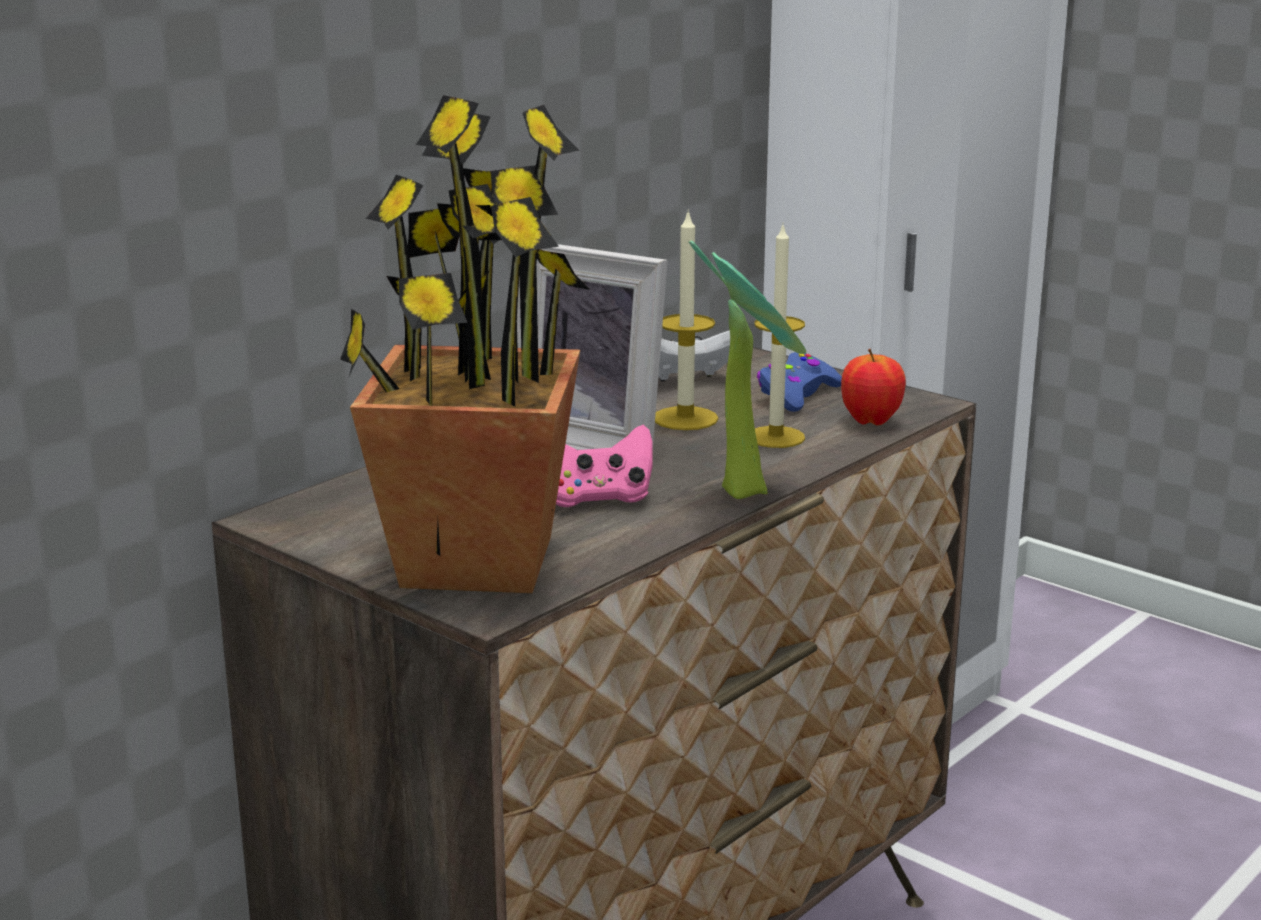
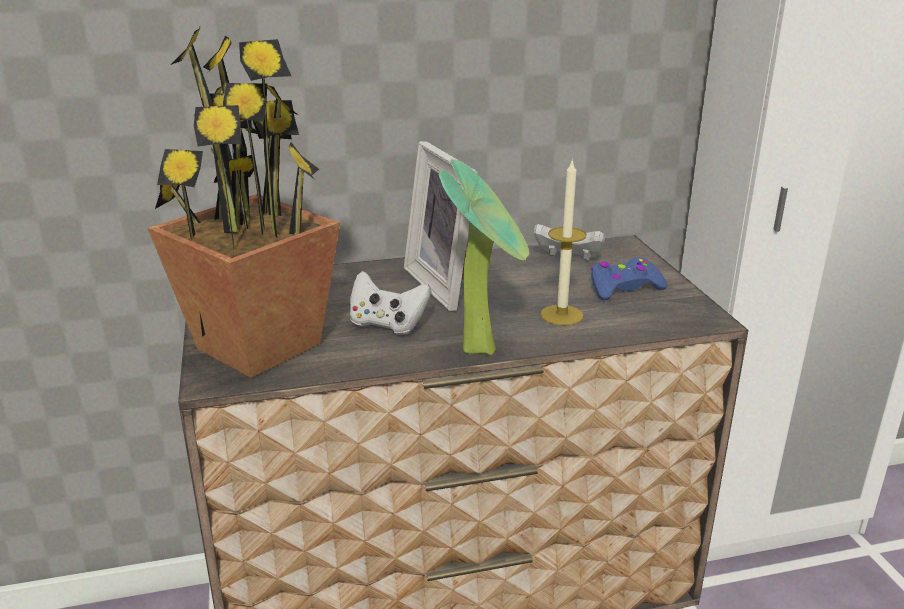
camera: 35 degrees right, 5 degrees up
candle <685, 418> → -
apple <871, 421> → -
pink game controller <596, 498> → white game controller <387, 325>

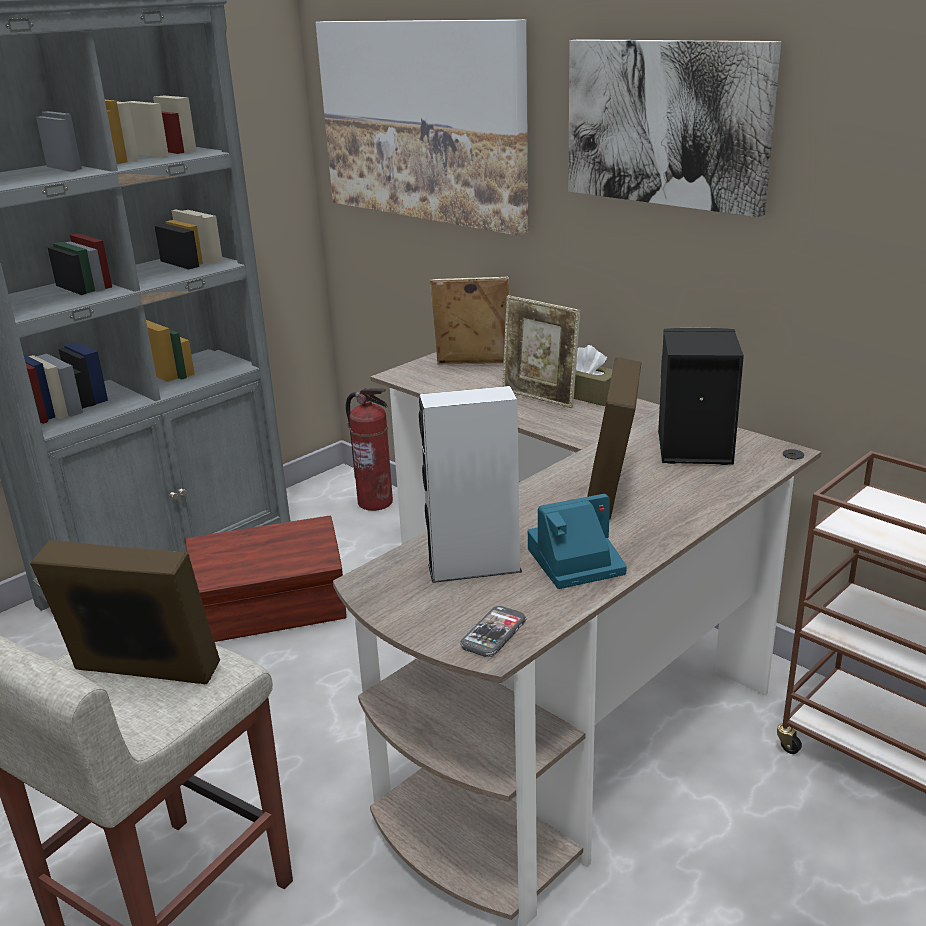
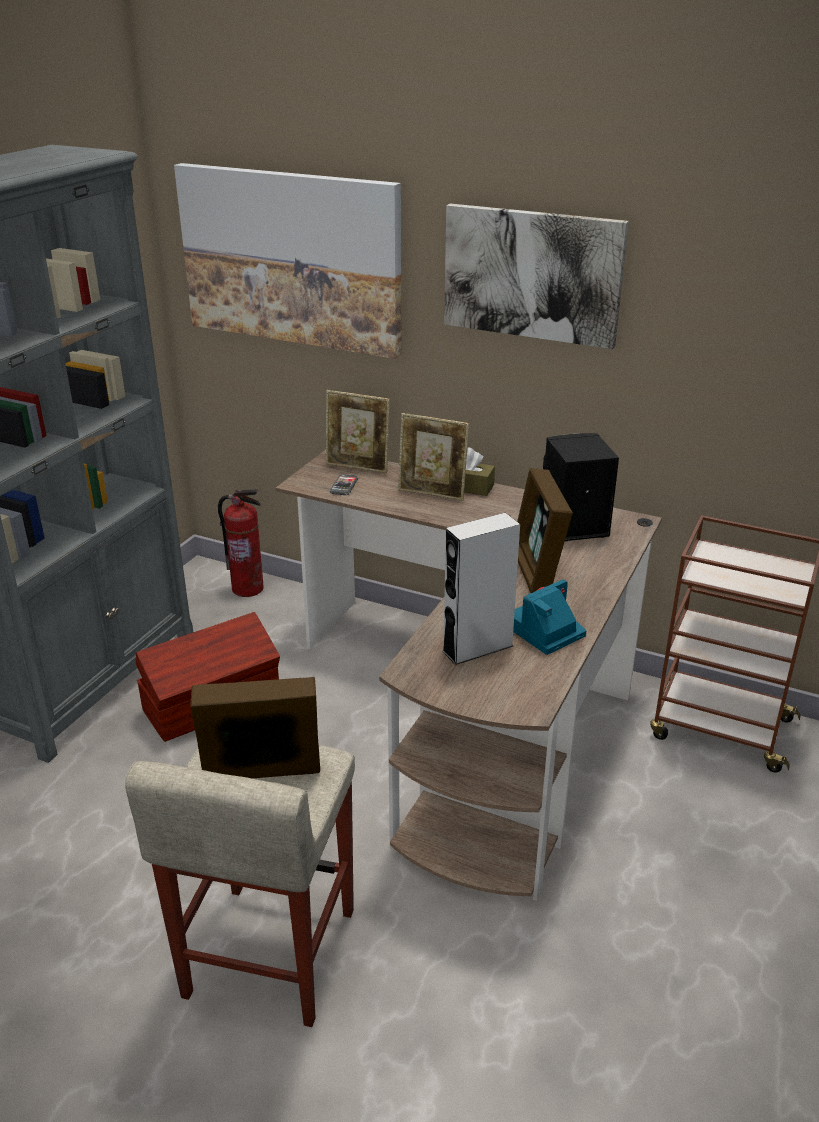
camera: 20 degrees left, 5 degrees up
picture frame <473, 365> → picture frame <358, 467>, 150 degrees counterclockwise
phone <493, 633> → phone <344, 486>, moved

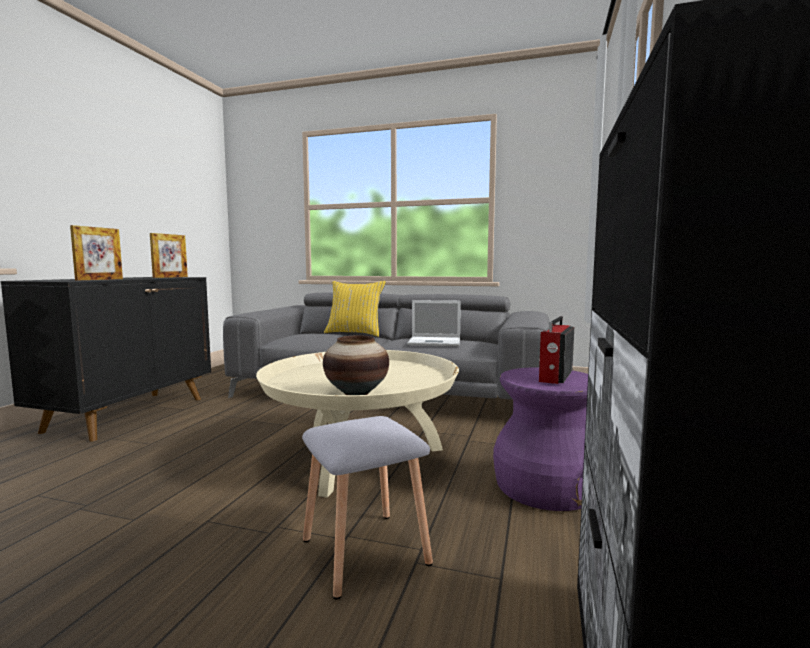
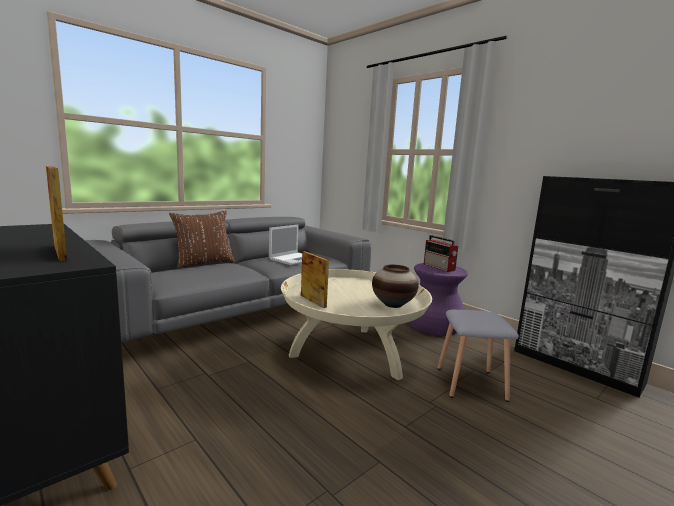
camera: 60 degrees left, 5 degrees up
picture frame <170, 277> → picture frame <313, 301>, moved
yellow pillow <355, 334> → brown pillow <203, 264>

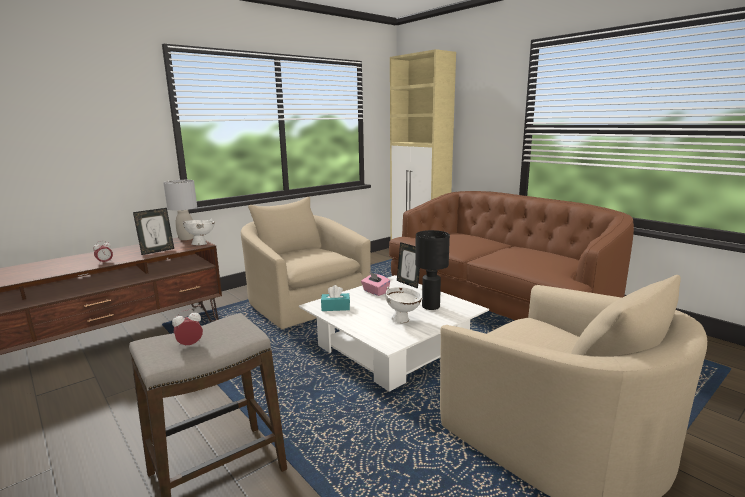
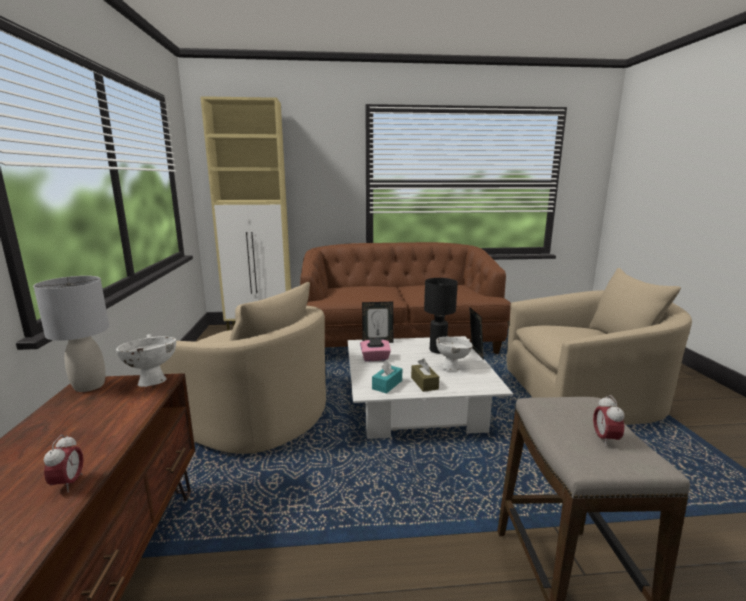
camera: 55 degrees left, 0 degrees up
beige armchair <304, 302> → beige armchair <250, 414>, 150 degrees counterclockwise
picture frame <157, 251> → picture frame <474, 353>, moved
- → brown tissue box <424, 383>

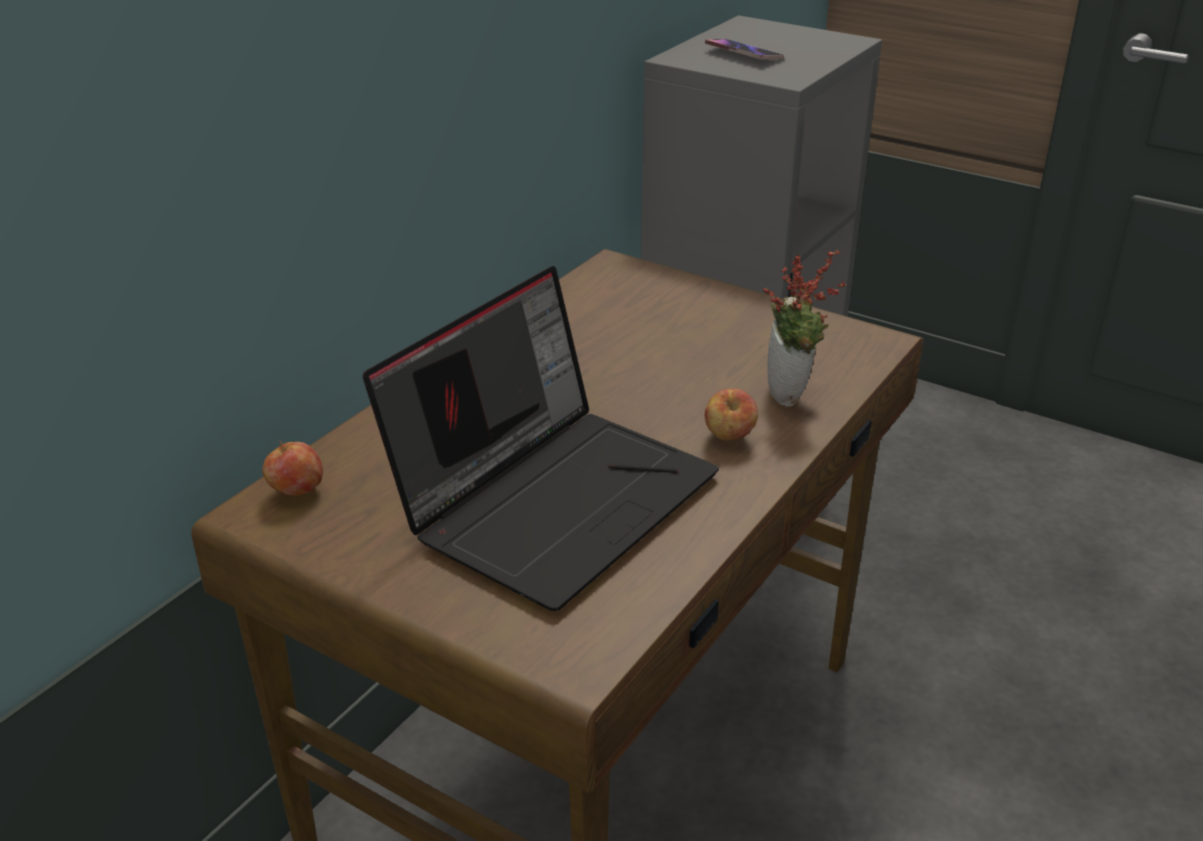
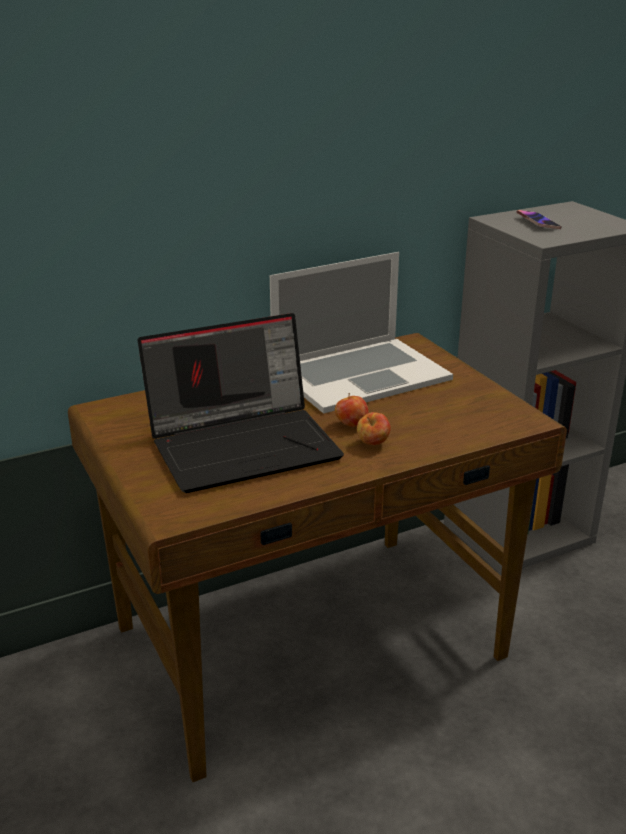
camera: 30 degrees right, 5 degrees down
potted plant <792, 395> → -
apple <296, 491> → apple <351, 425>, moved
- → laptop <360, 374>

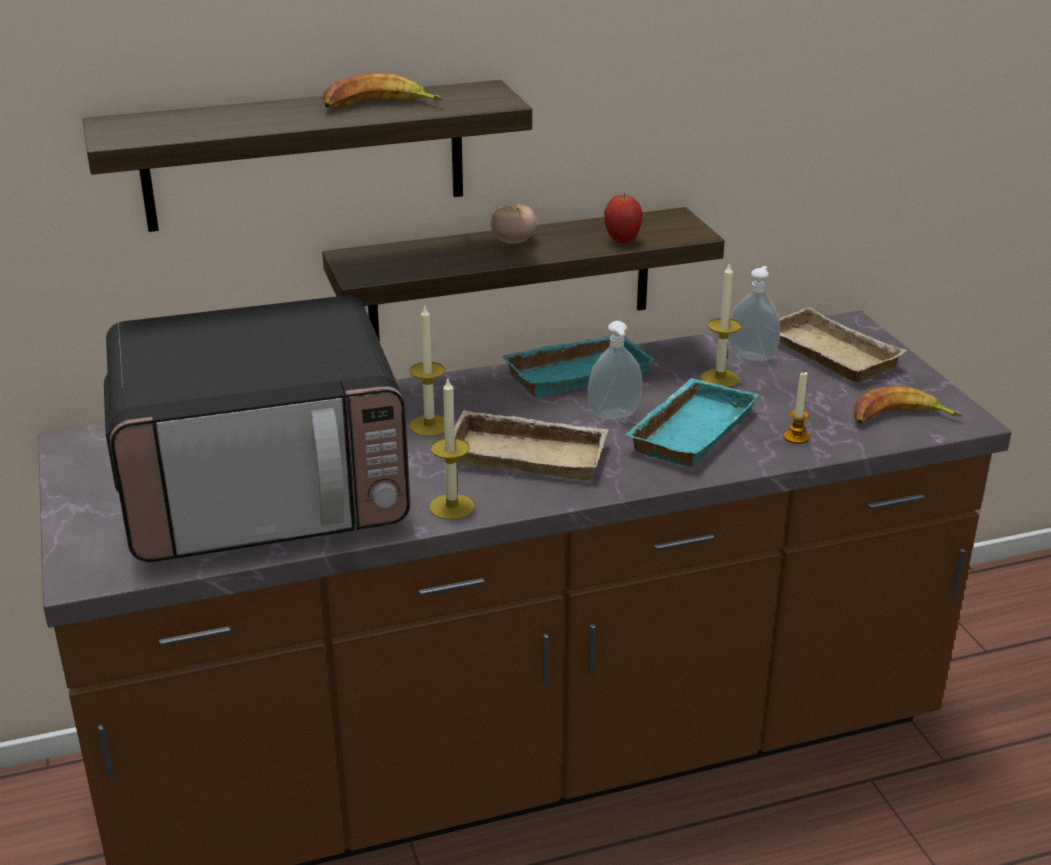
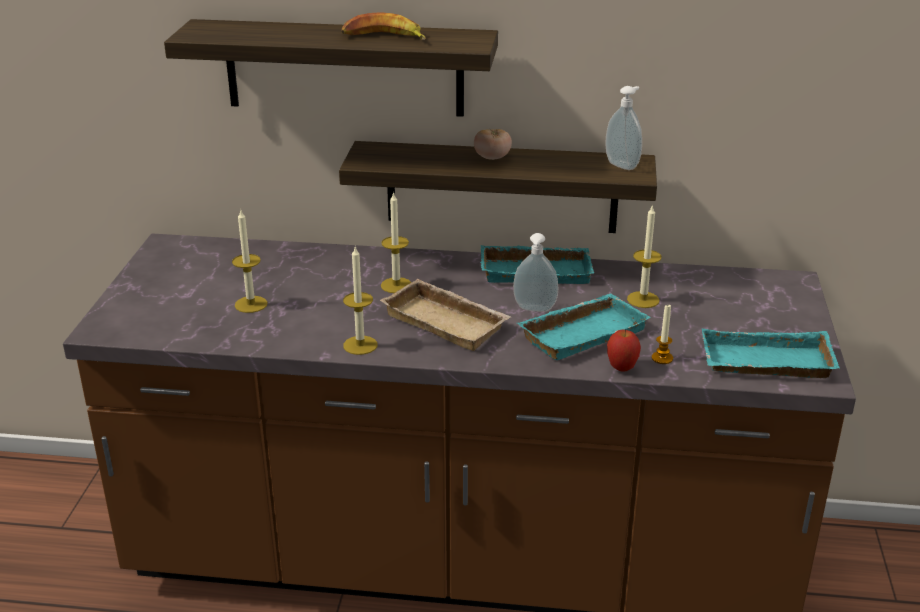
camera: 25 degrees right, 0 degrees up
apple <622, 241> → apple <621, 368>, moved
soap dispenser <752, 356> → soap dispenser <623, 165>, moved
microwave <266, 491> → candle <251, 304>
beige tray <826, 354> → -
banana <900, 418> → turquoise tray <764, 364>

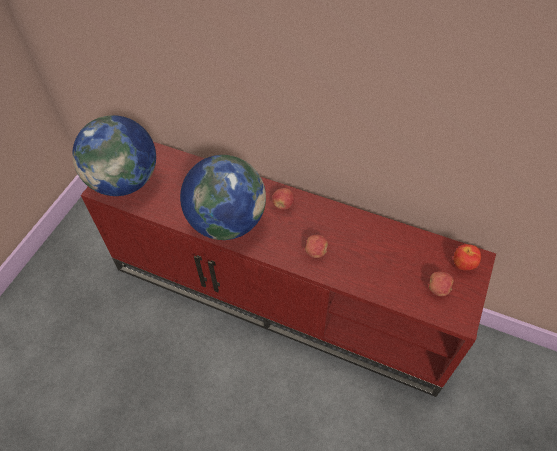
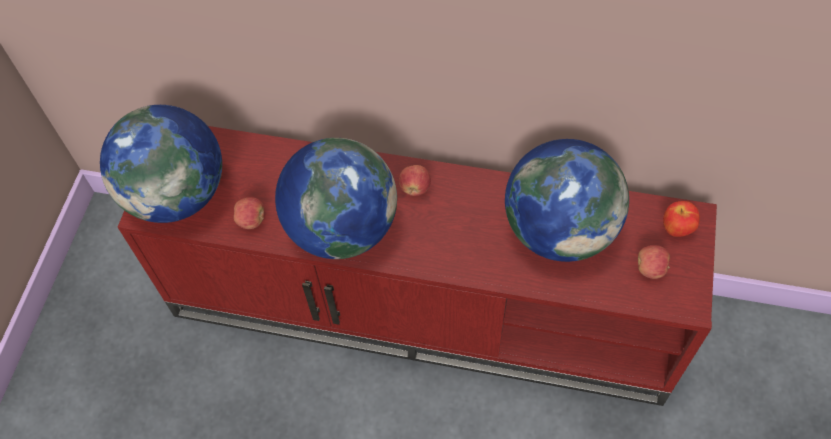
camera: 10 degrees left, 5 degrees up
apple <316, 252> → apple <252, 220>, moved
- → globe <559, 230>

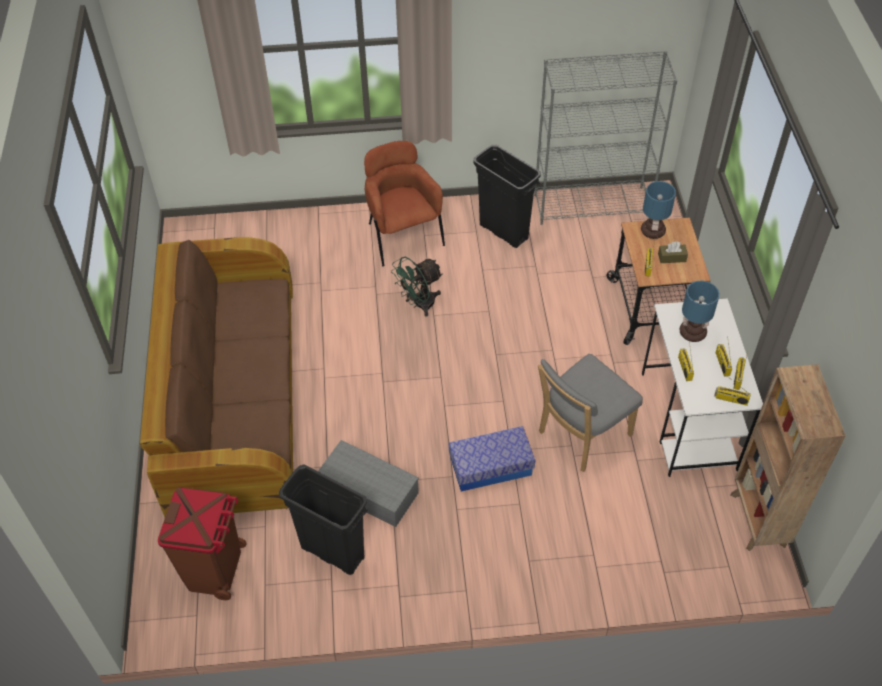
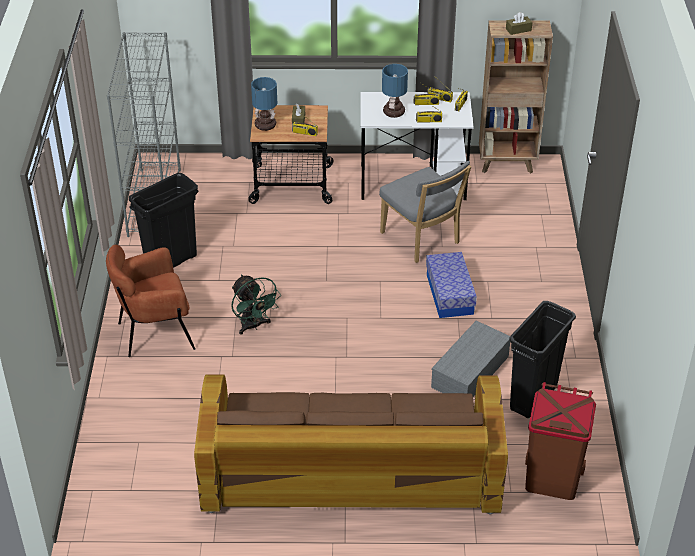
camera: 85 degrees left, 10 degrees down
- → brown tissue box <518, 30>

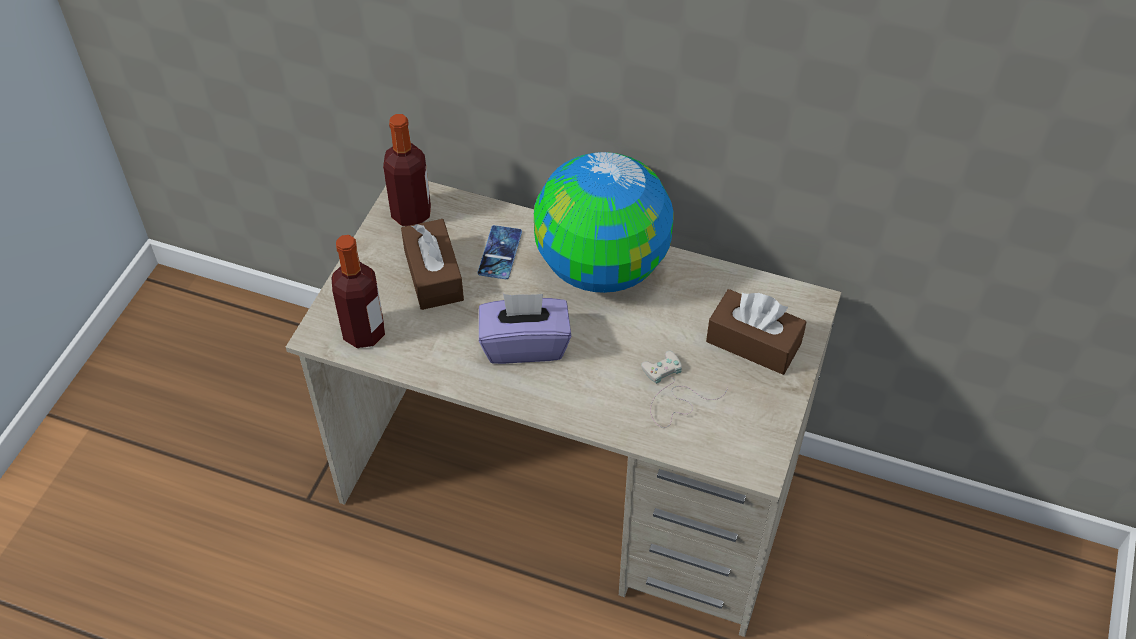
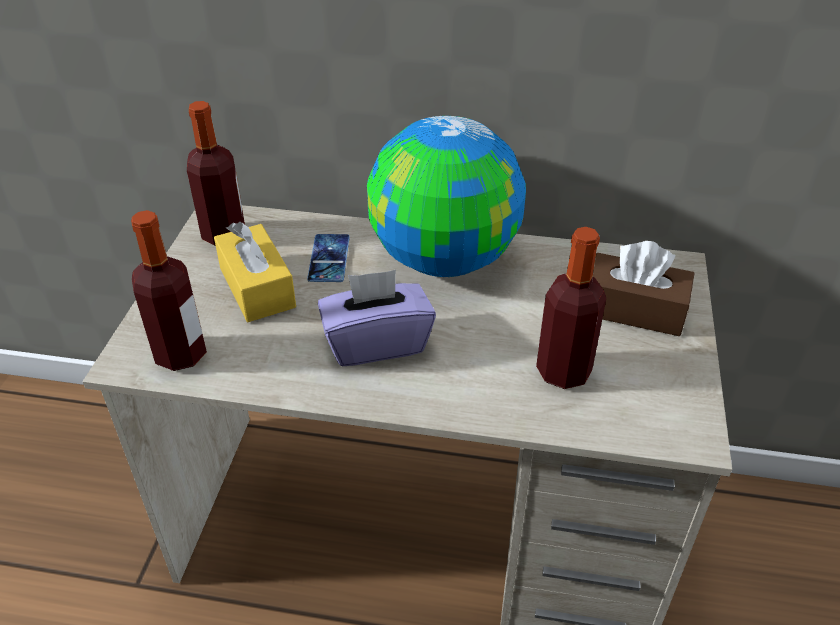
camera: 10 degrees left, 10 degrees down
brown tissue box <433, 275> → yellow tissue box <257, 287>
white game controller <673, 393> → bottle <563, 371>

